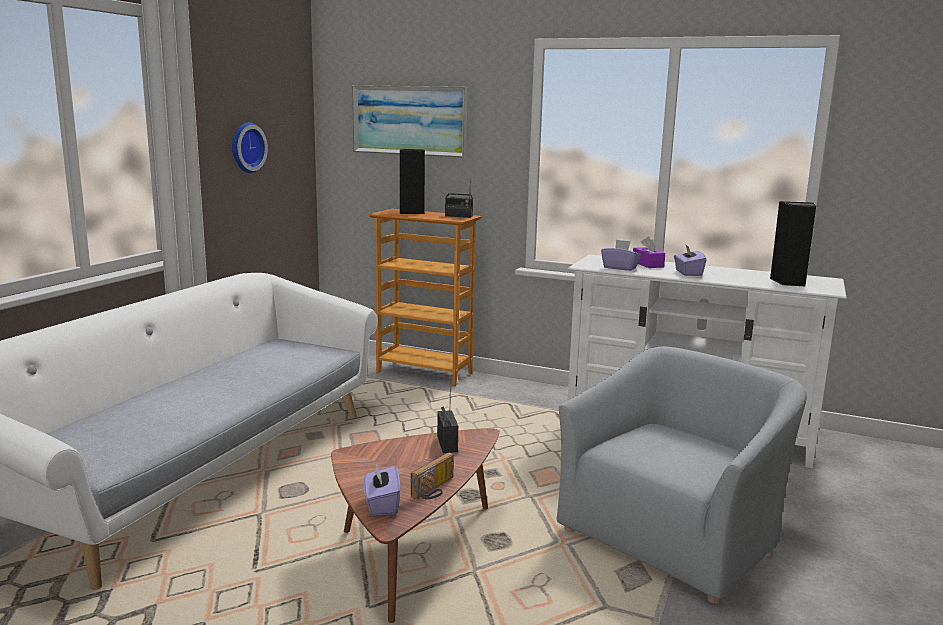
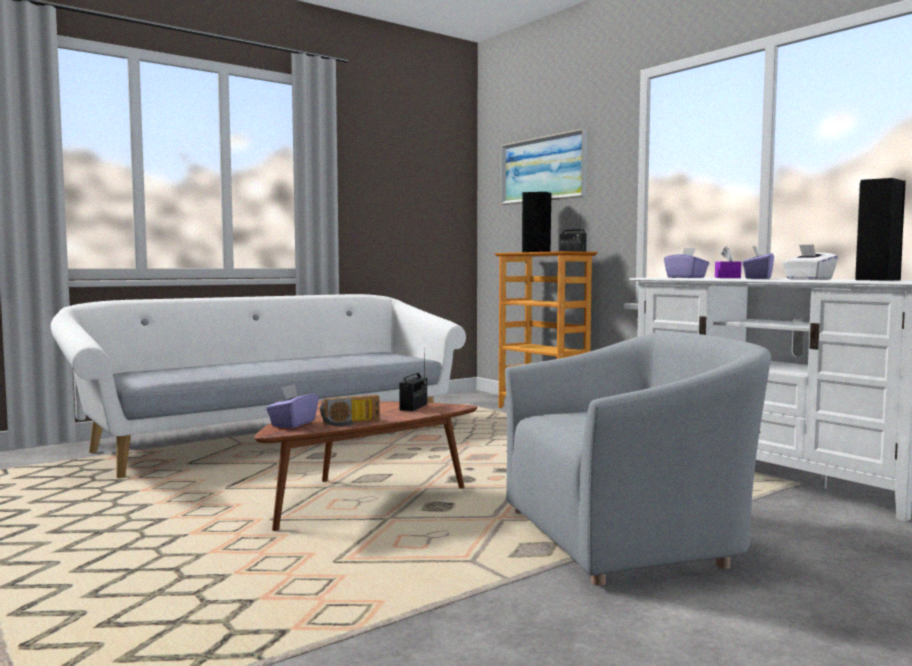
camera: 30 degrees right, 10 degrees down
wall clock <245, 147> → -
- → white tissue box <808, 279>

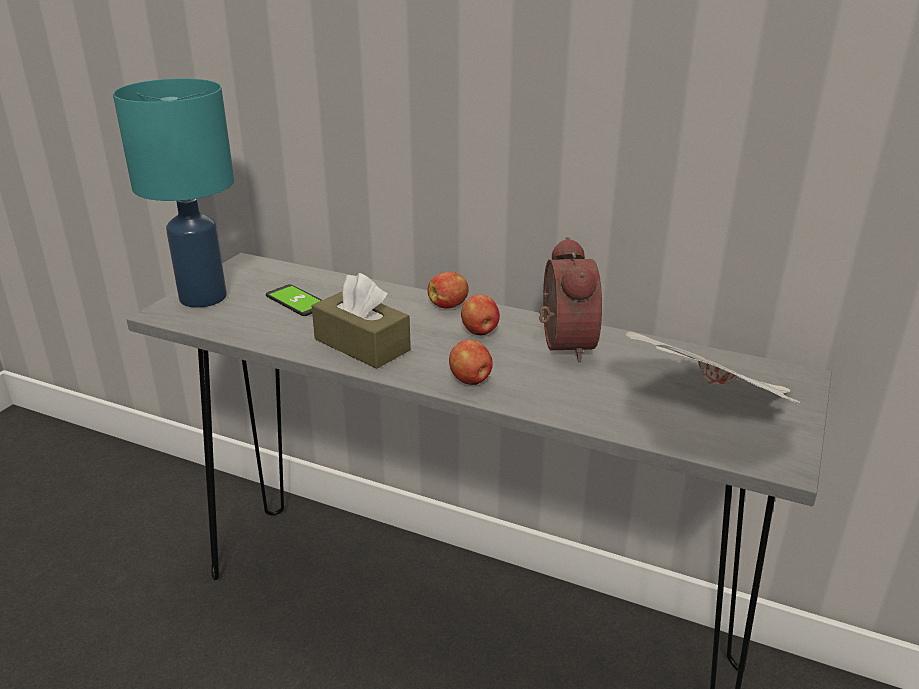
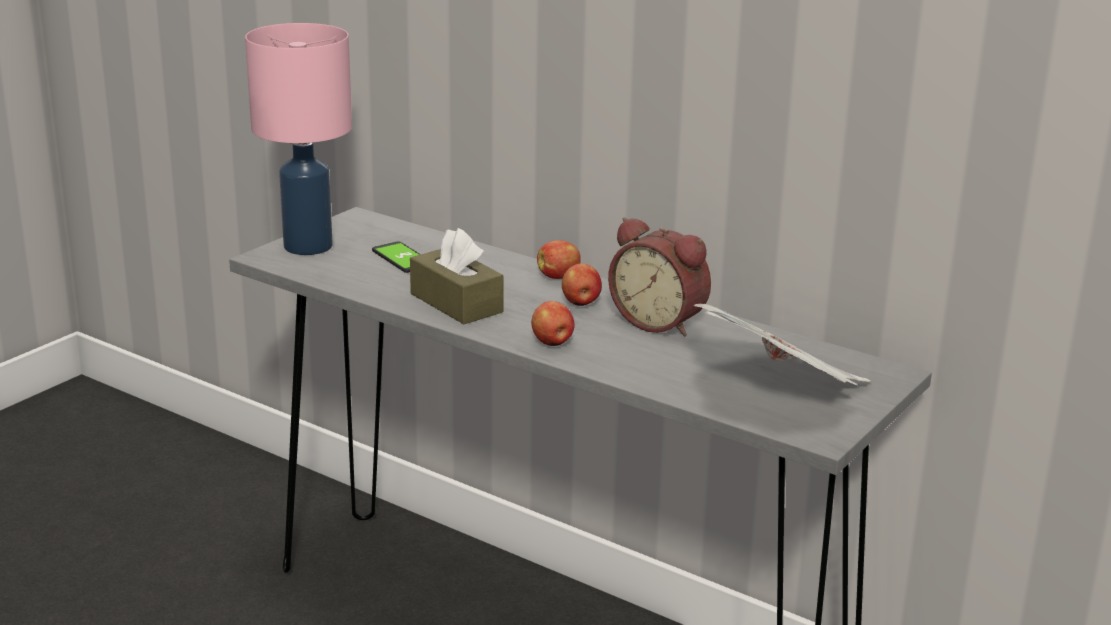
camera: 10 degrees right, 5 degrees down
turquoise table lamp <204, 297> → pink table lamp <309, 246>
alarm clock <561, 344> → alarm clock <660, 322>, 120 degrees clockwise

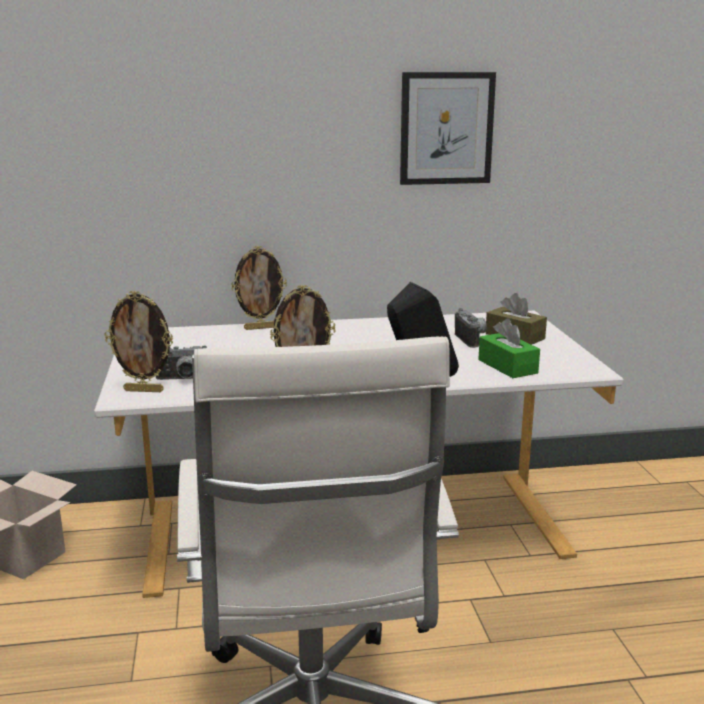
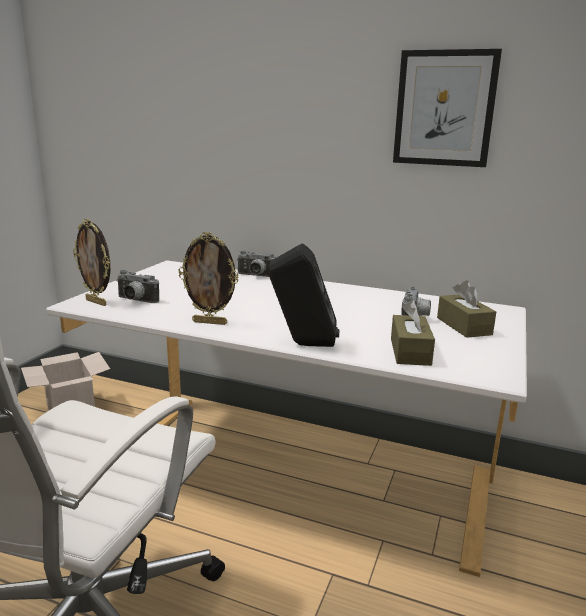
camera: 30 degrees right, 0 degrees up
picture frame <260, 328> → photo camera <255, 276>
green tissue box <507, 366> → brown tissue box <410, 351>

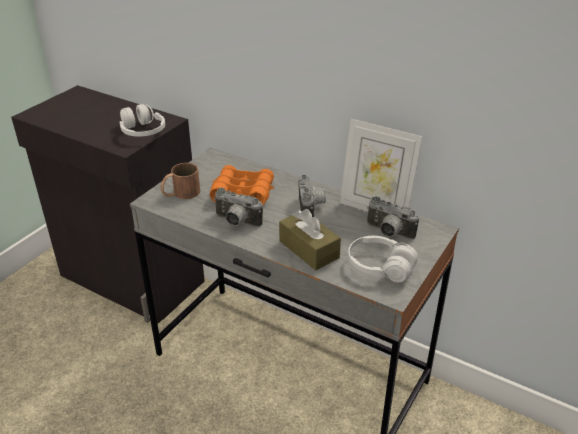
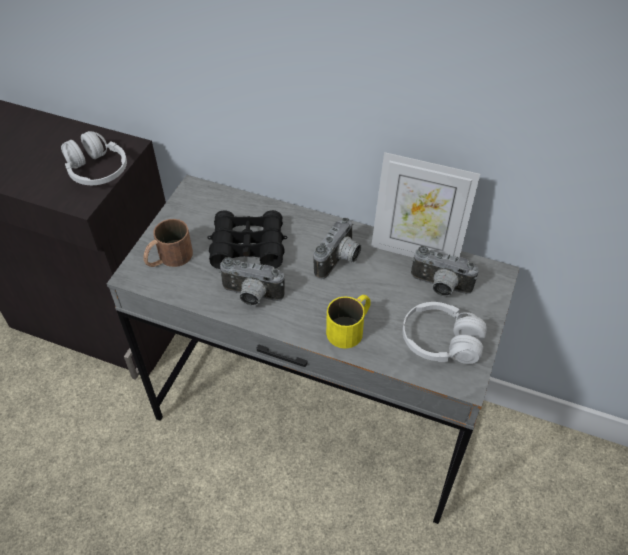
camera: 10 degrees left, 15 degrees up
orange binoculars <243, 193> → black binoculars <248, 246>
photo camera <312, 209> → photo camera <340, 261>, 45 degrees clockwise
brown tissue box <309, 249> → yellow mug <350, 327>

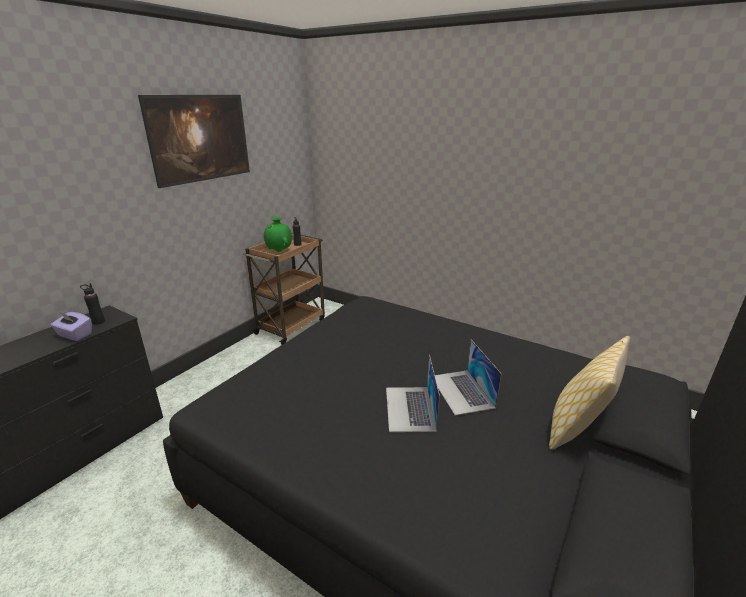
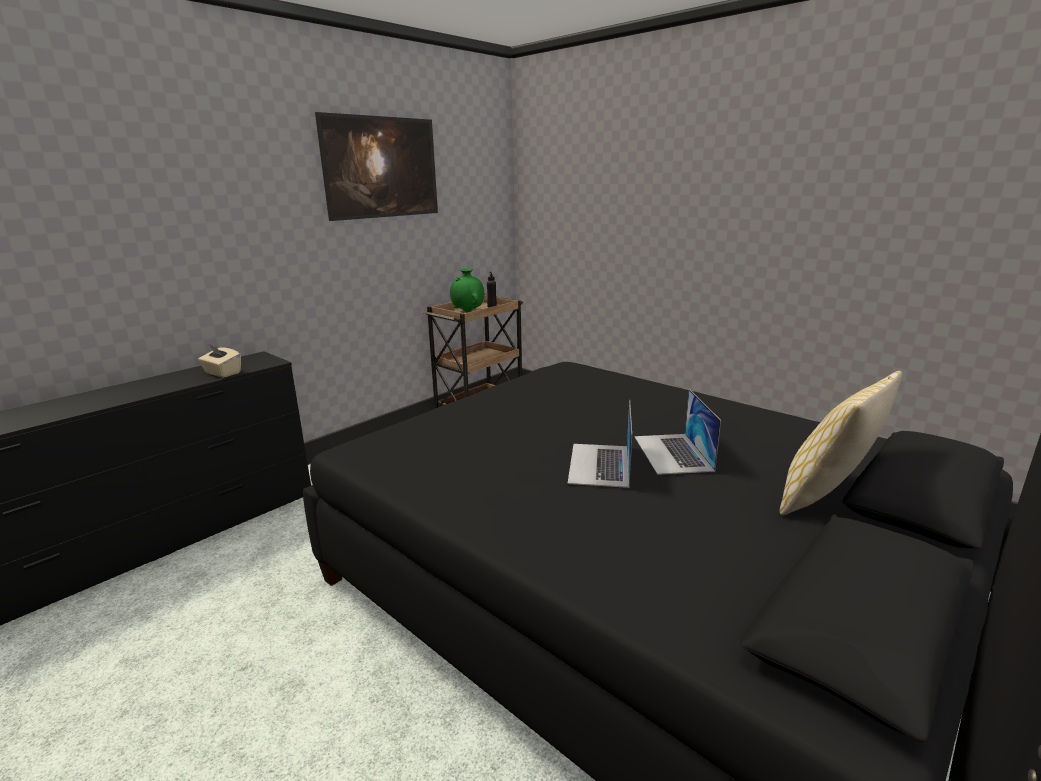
camera: 10 degrees right, 5 degrees down
black bottle <98, 322> → -
purple tissue box <74, 335> → beige tissue box <222, 373>

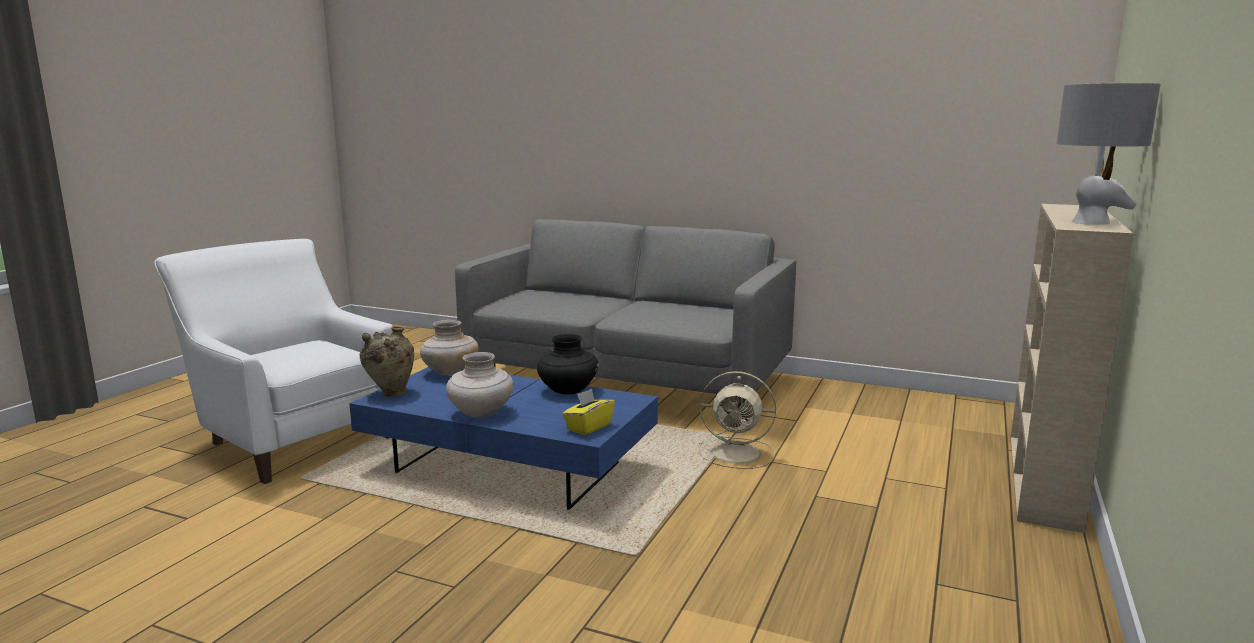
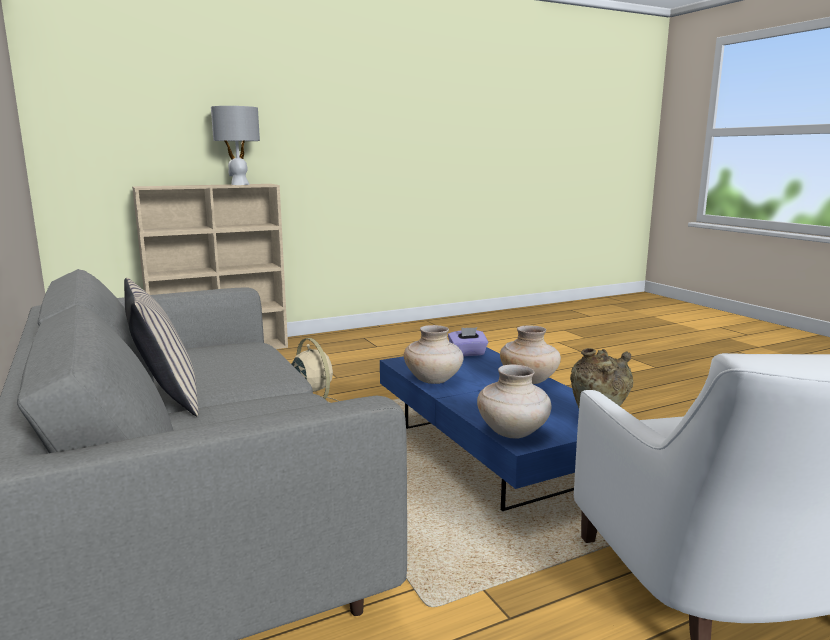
camera: 140 degrees left, 0 degrees up
black vase <567, 391> → beige vase <433, 380>
yellow tissue box <588, 427> → purple tissue box <467, 353>
- → beige pillow <166, 398>

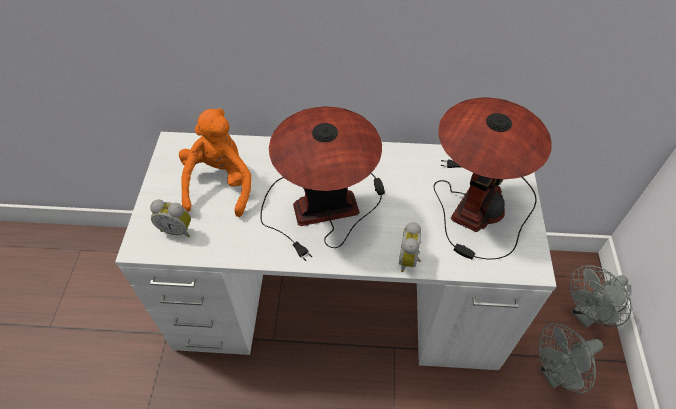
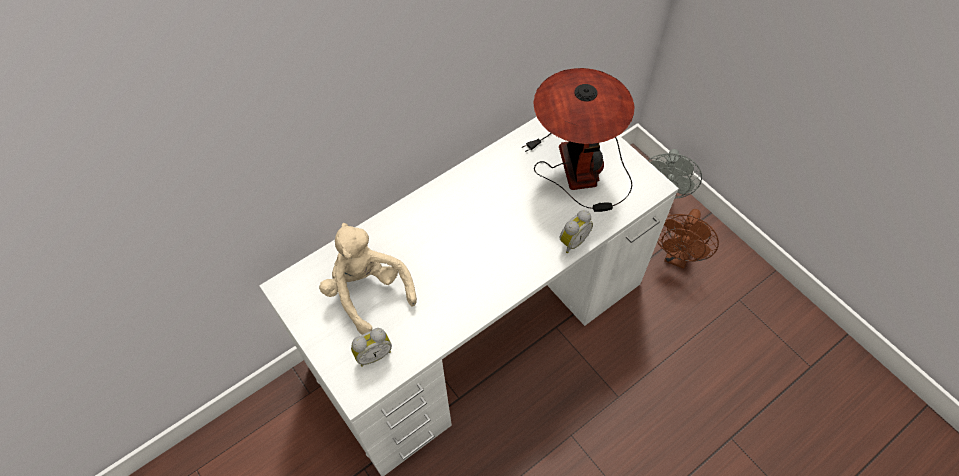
camera: 40 degrees left, 5 degrees up
table lamp <323, 207> → -
orange plush toy <220, 184> → beige plush toy <368, 291>
alarm clock <410, 260> → alarm clock <572, 241>, 105 degrees counterclockwise
grey fan <555, 374> → brown fan <677, 257>

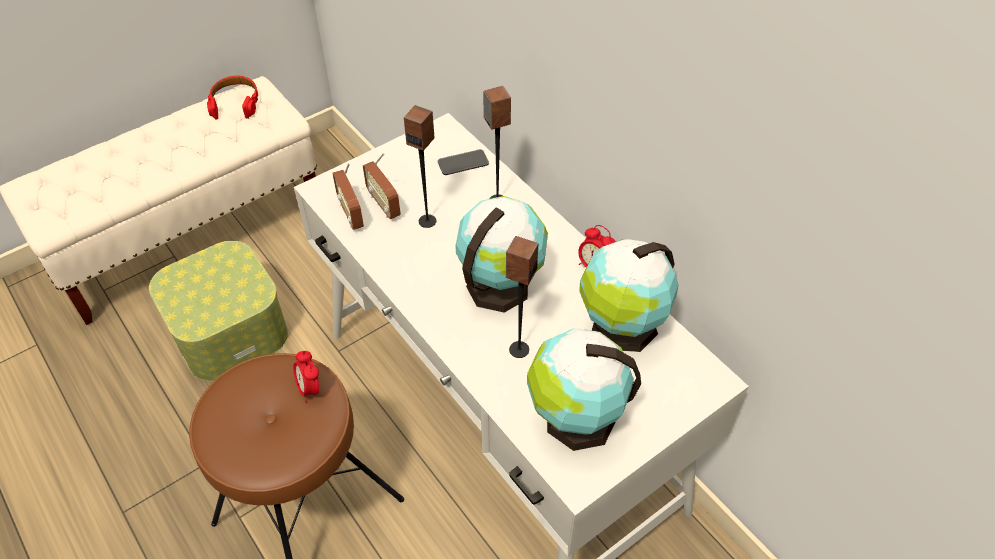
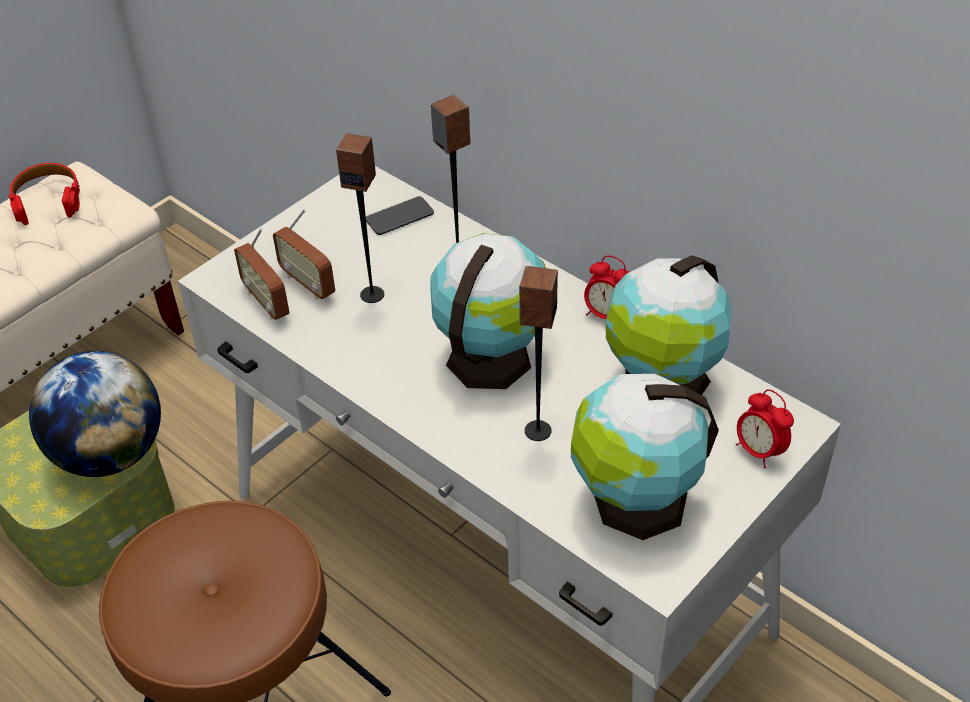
camera: 10 degrees left, 5 degrees down
alarm clock <310, 388> → alarm clock <759, 451>, moved
- → globe <110, 454>

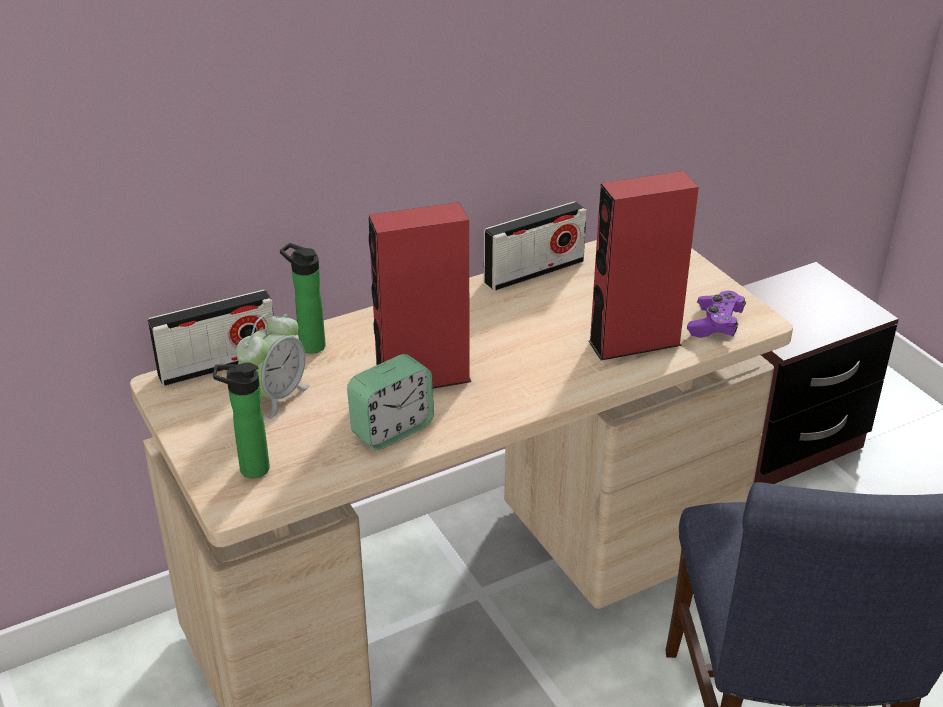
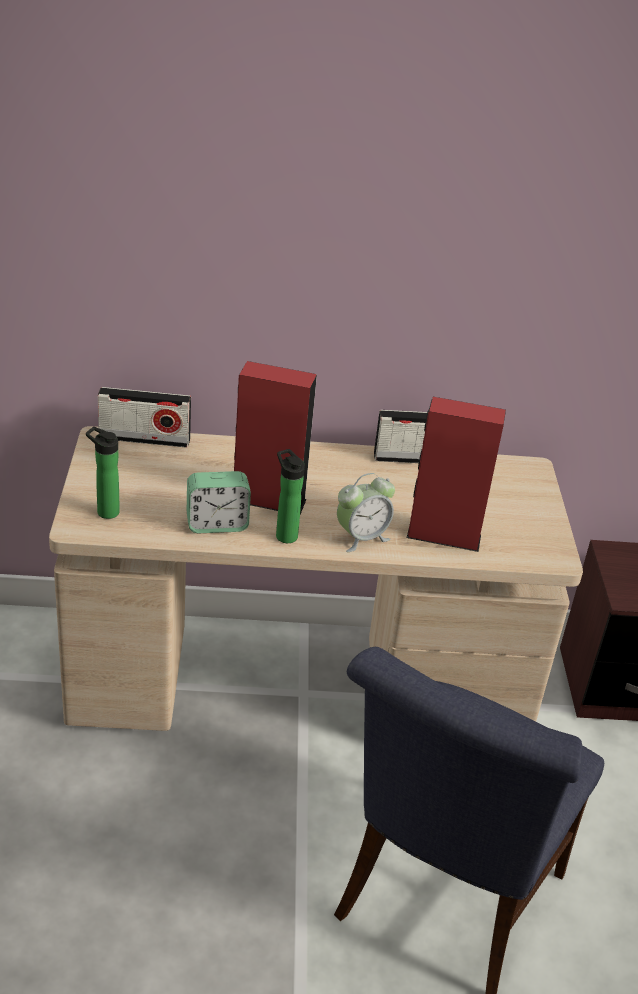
camera: 25 degrees right, 0 degrees up
bottle <308, 345> → bottle <284, 534>, moved
purple game controller <715, 324> → -
alarm clock <276, 396> → alarm clock <361, 537>, moved

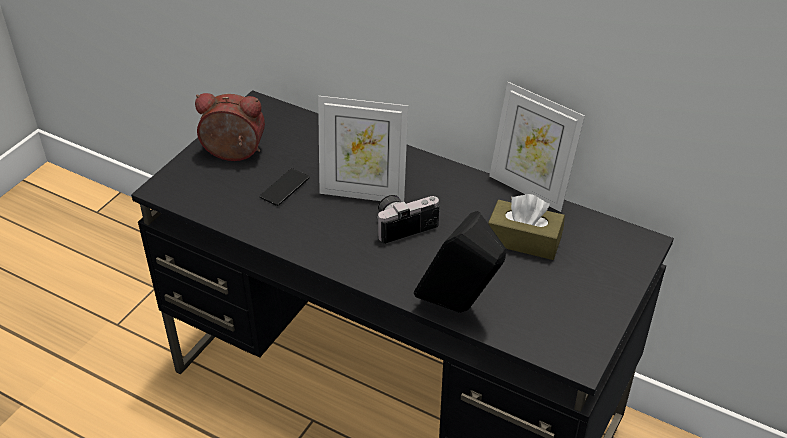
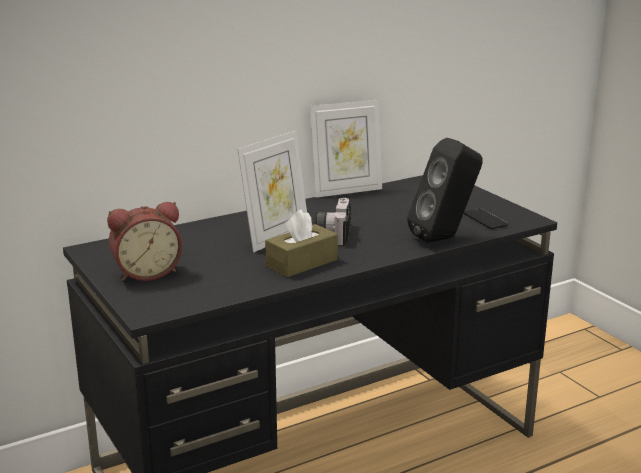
camera: 60 degrees left, 20 degrees down
alarm clock <233, 154> → alarm clock <147, 273>, 150 degrees counterclockwise
phone <285, 188> → phone <485, 219>, moved
brown tissue box <524, 240> → brown tissue box <302, 263>, moved

